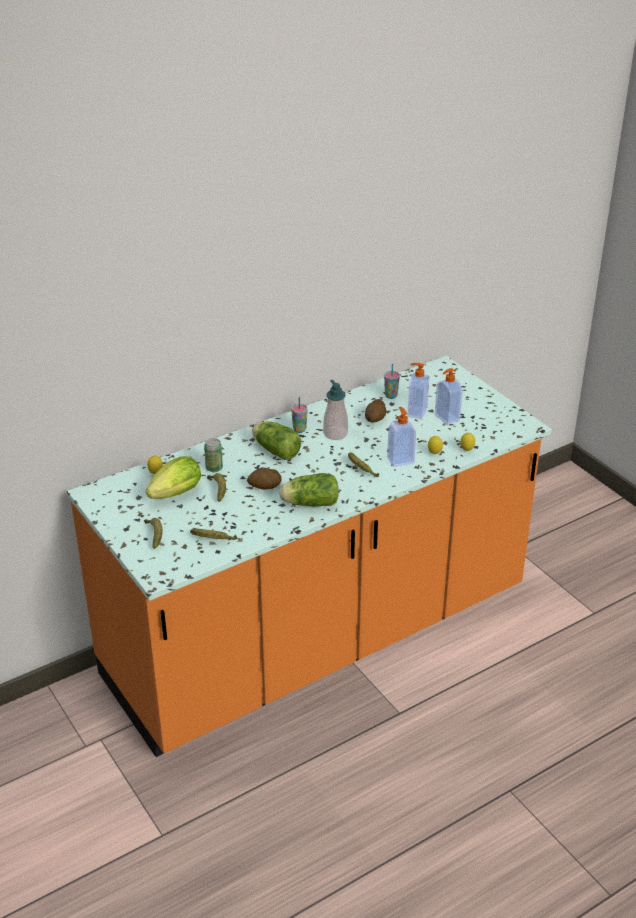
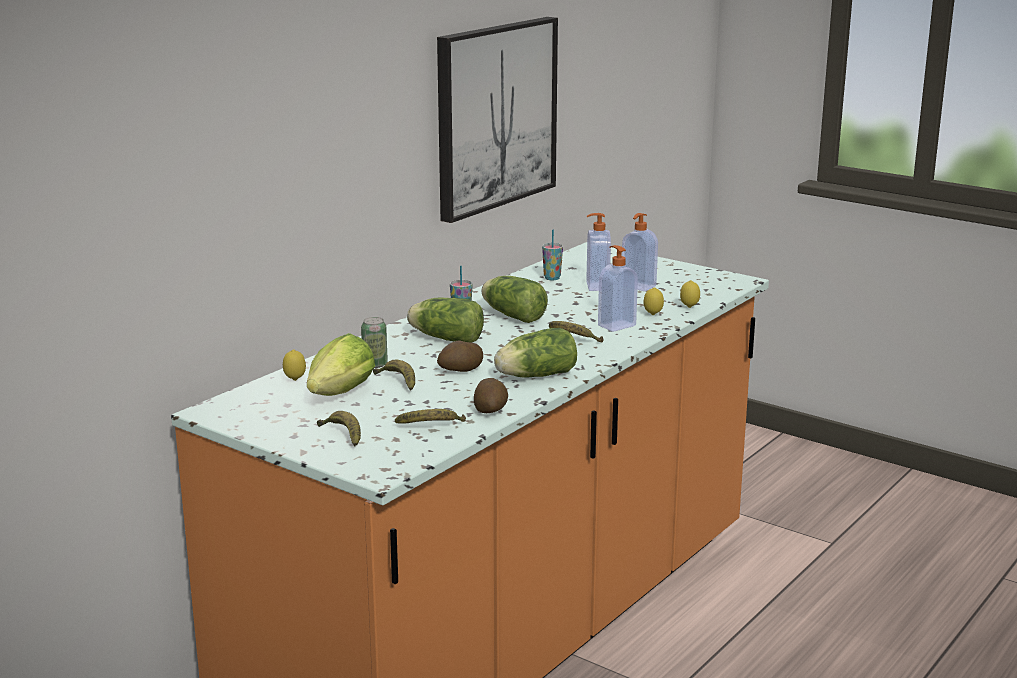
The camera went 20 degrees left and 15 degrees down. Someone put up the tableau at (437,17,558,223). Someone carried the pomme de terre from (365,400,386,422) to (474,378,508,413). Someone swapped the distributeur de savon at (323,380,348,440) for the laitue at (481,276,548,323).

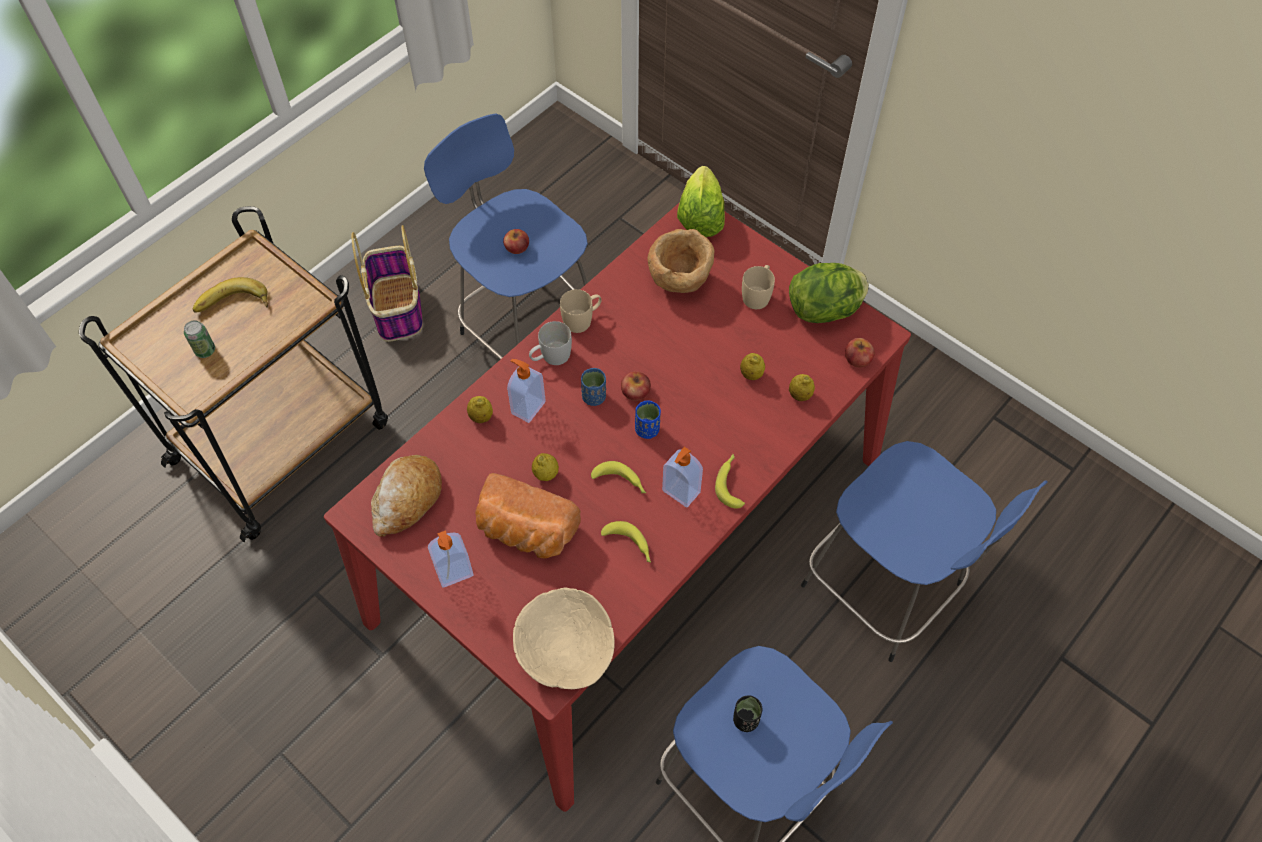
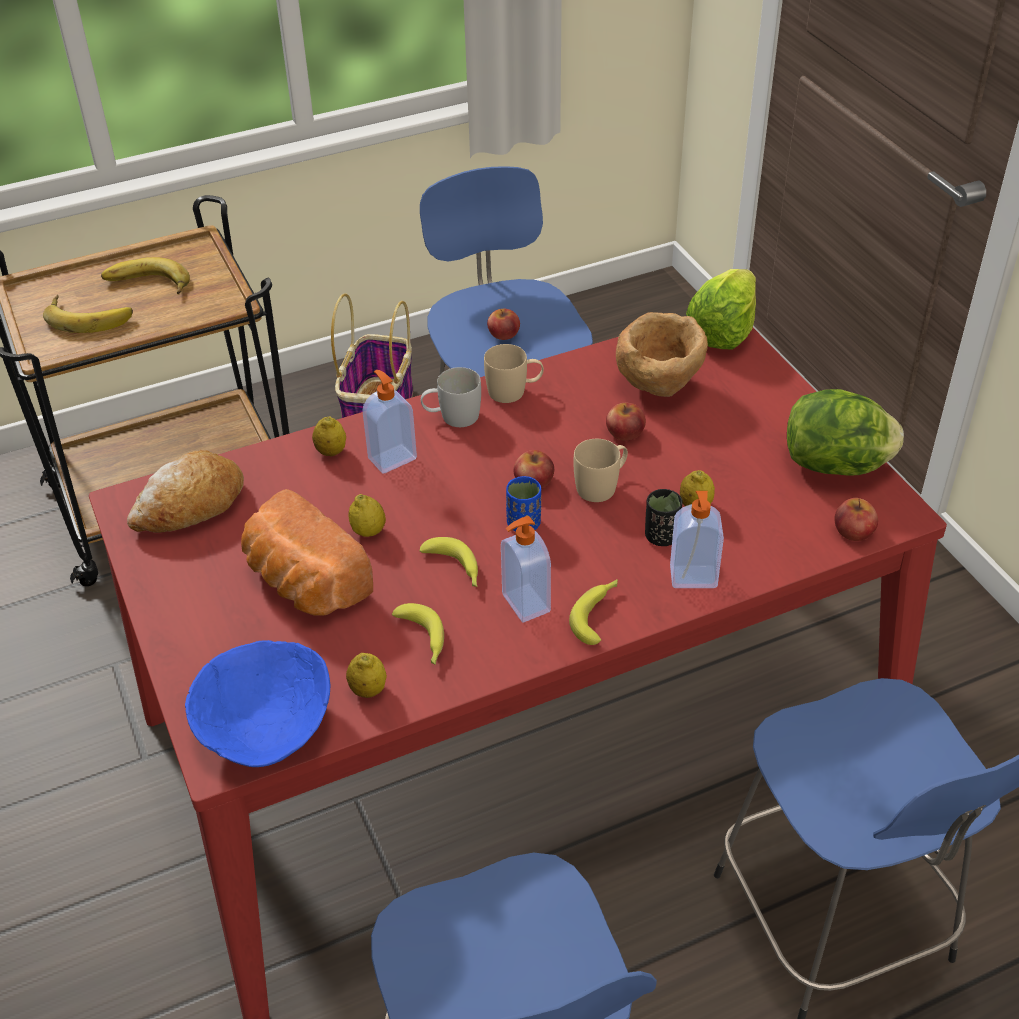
The camera went 25 degrees right and 15 degrees down. Someone took away the tasse/bleu at (581,368,606,406). Someone put down the pomme at (606,403,646,441). Someone carried the distributeur de savon from (428,530,474,588) to (670,491,724,588). Someone carried the tasse/noir from (733,695,762,732) to (645,489,683,546). Someone carried the mug/beige from (742,265,775,309) to (574,439,628,502). Someone carried the citron from (789,374,815,401) to (346,653,387,698). Someone swapped the boîte métallique at (184,320,215,358) for the banane at (43,294,133,333). Someone repainted the bol/beige at (513,587,615,689), which became the bol/bleu at (185,640,330,767).

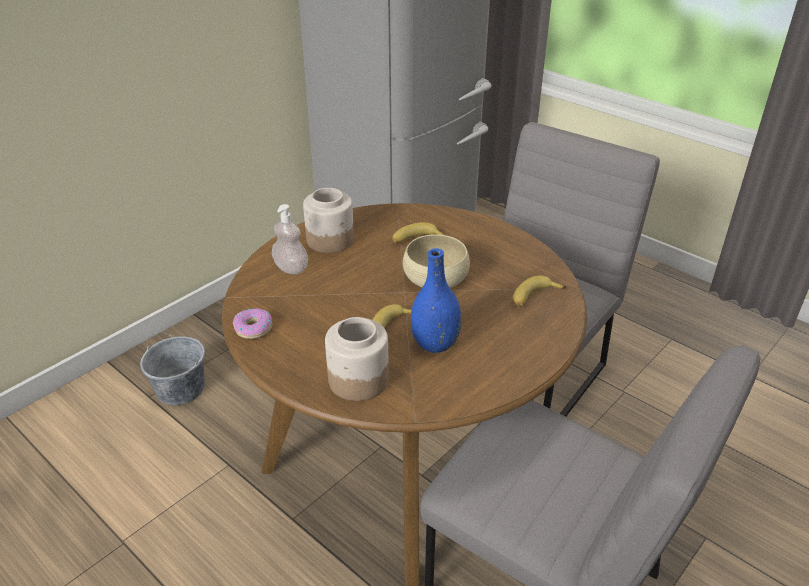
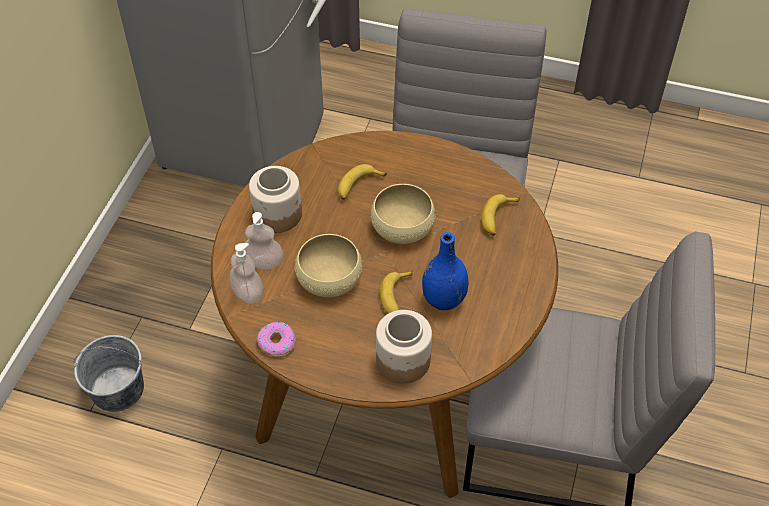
The camera went 25 degrees left and 15 degrees up. Someone put down the distributeur de savon at (230,243,263,304). Someone put down the bol/beige at (295,234,363,297).

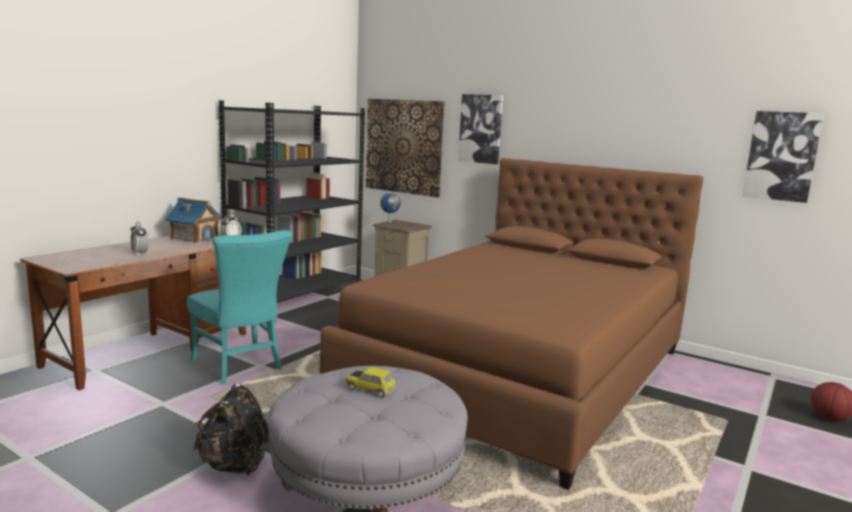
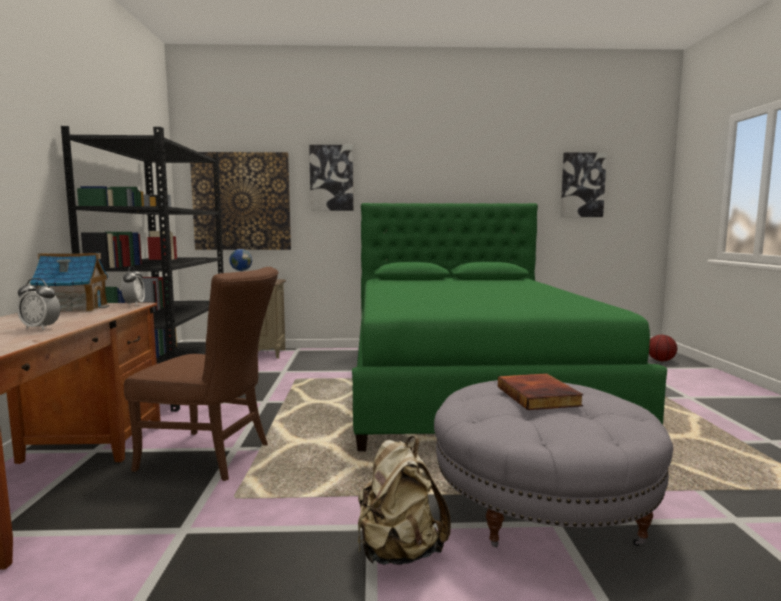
The camera went 35 degrees left and 5 degrees down. Someone swapped the petite voiture at (346,367,397,398) for the livre at (498,373,583,410). Someone repainted the chaise/turquoise at (187,230,292,384), which became the chaise/marron at (124,267,279,481). Someone repainted the sac à dos/noir at (193,384,269,475), which became the sac à dos/beige at (358,436,451,565). Someone repainted the lit/marron at (320,158,703,490), which became the lit/vert at (352,203,667,451).

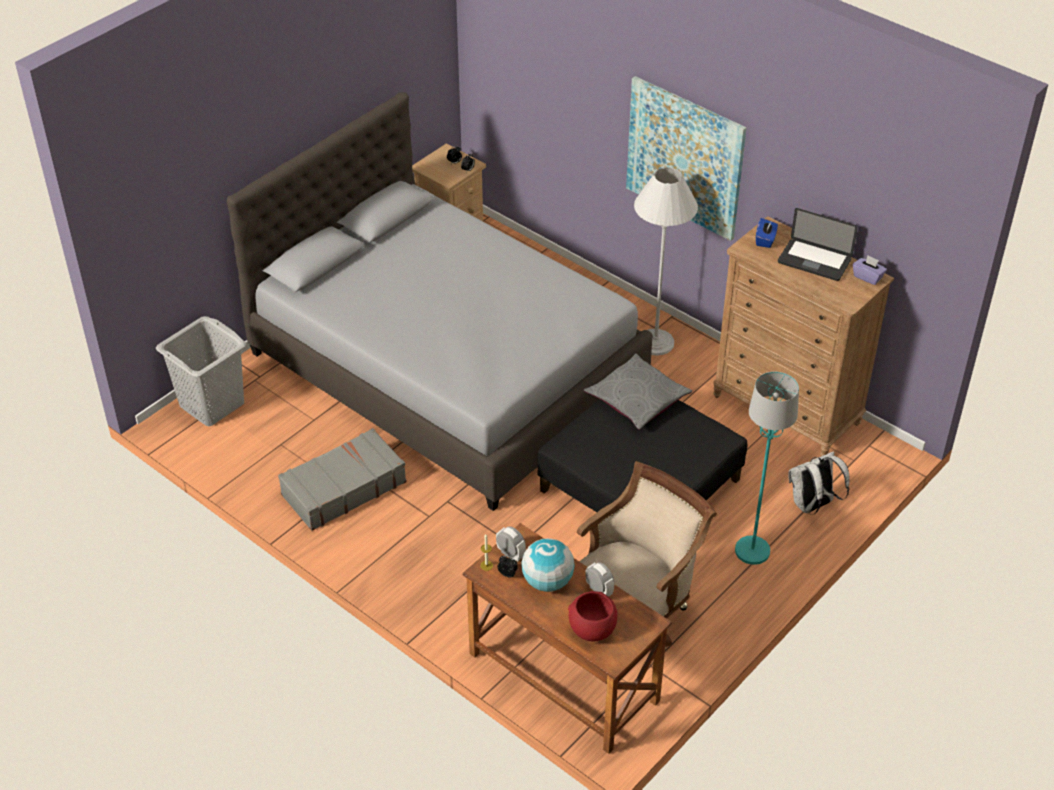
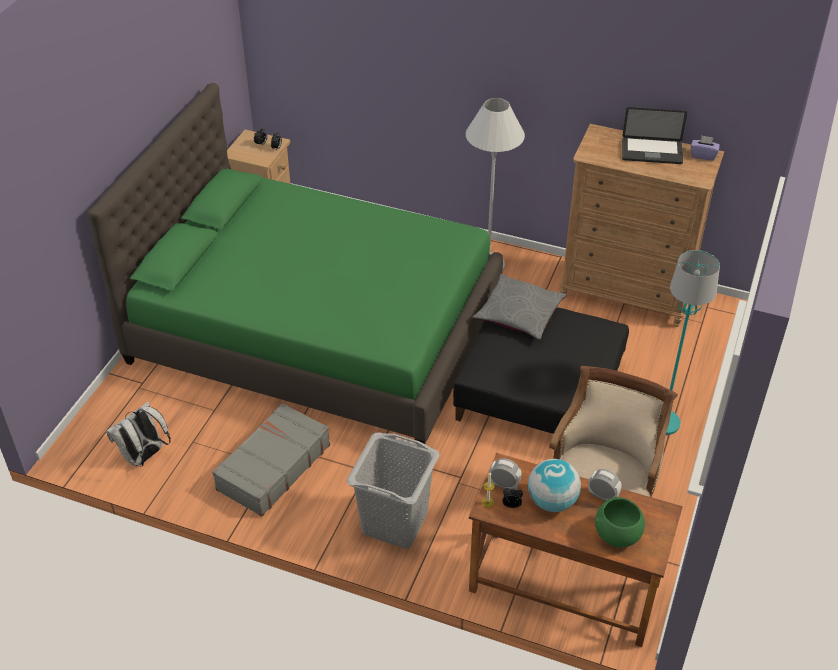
The camera went 20 degrees left and 0 degrees up. Someone took away the tableau at (626,76,747,241). Someone took away the boîte à mouchoirs/bleu at (756,218,778,248). Someone carried the panier à linge/gris from (156,316,246,426) to (347,432,439,548). Someone carried the sac à dos/blanc from (788,451,850,515) to (106,402,171,467). Someone repainted the lit/gris at (227,92,653,511), which became the lit/vert at (87,83,503,444). Someone repainted the bol/rouge at (568,591,617,642), which became the bol/vert at (595,497,645,548).

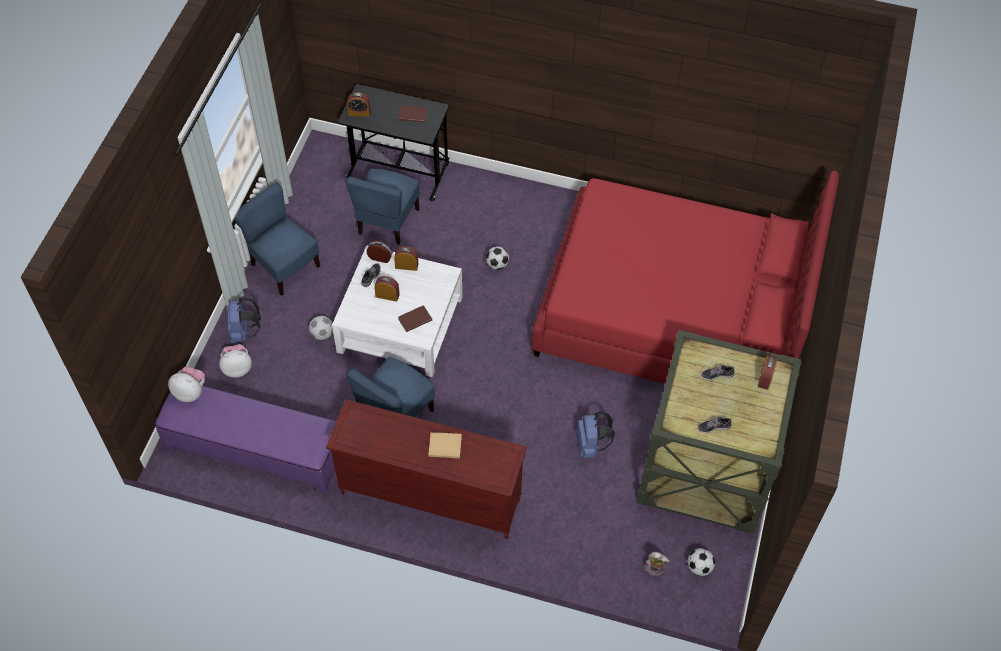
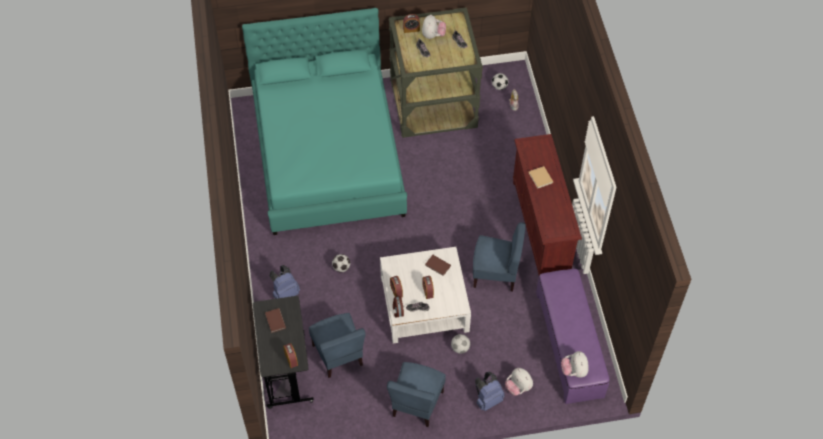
The camera went 115 degrees left and 0 degrees up. Someone put down the peluche at (422,14,446,39). Someone carried the sac à dos/bleu from (576,411,615,458) to (270,265,300,299). Someone repainted the lit/rouge at (531,171,839,384), which became the lit/turquoise at (242,8,407,235). Someone rotated the chaise/bleu at (346,169,420,245) by 75 degrees clockwise.

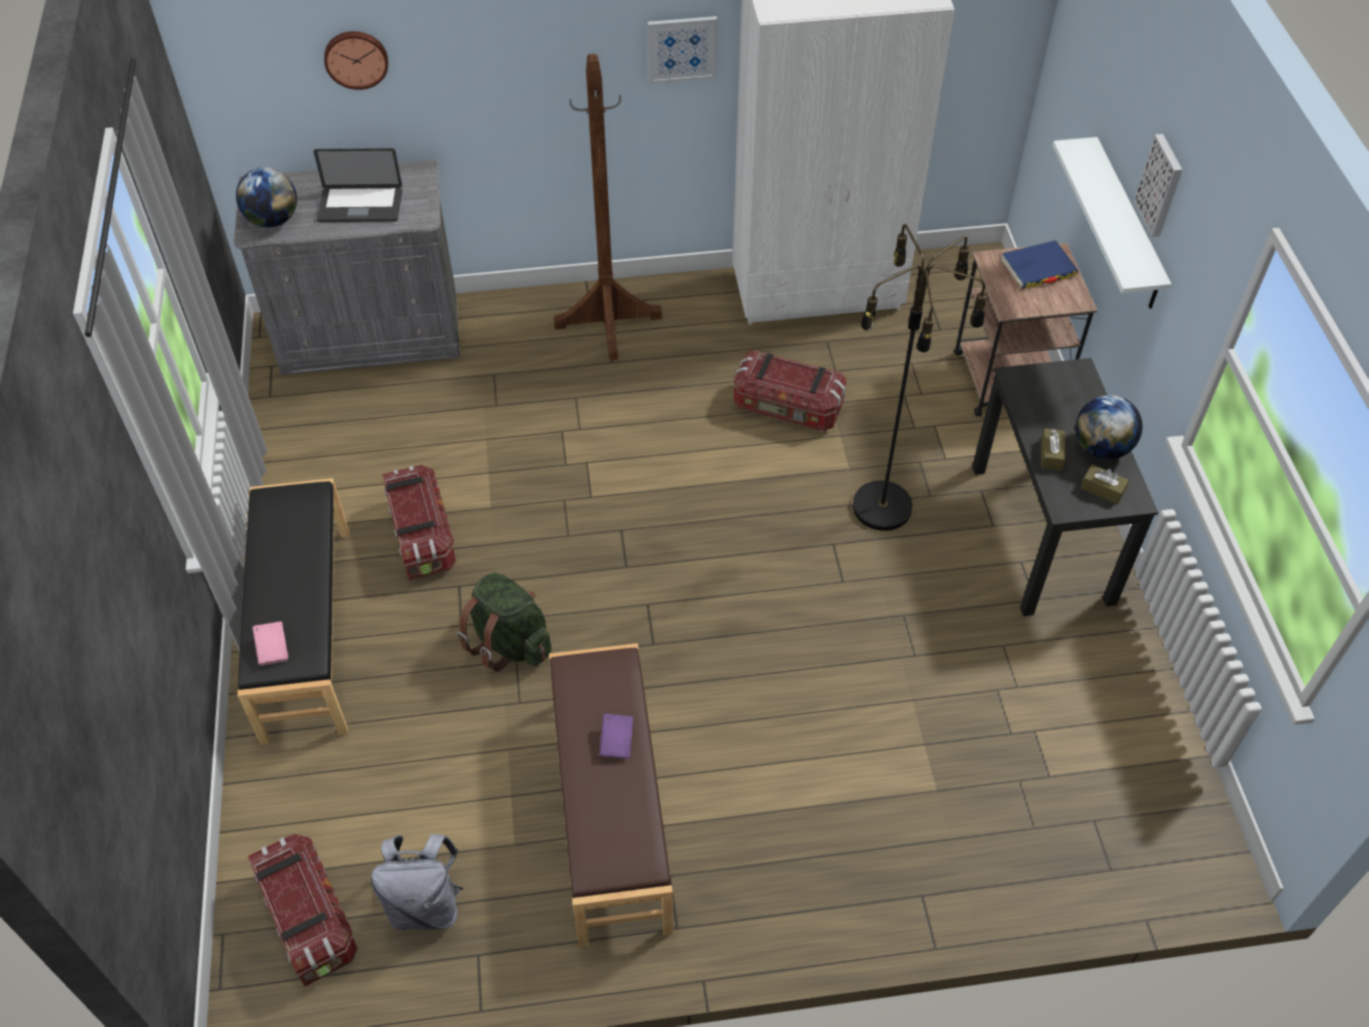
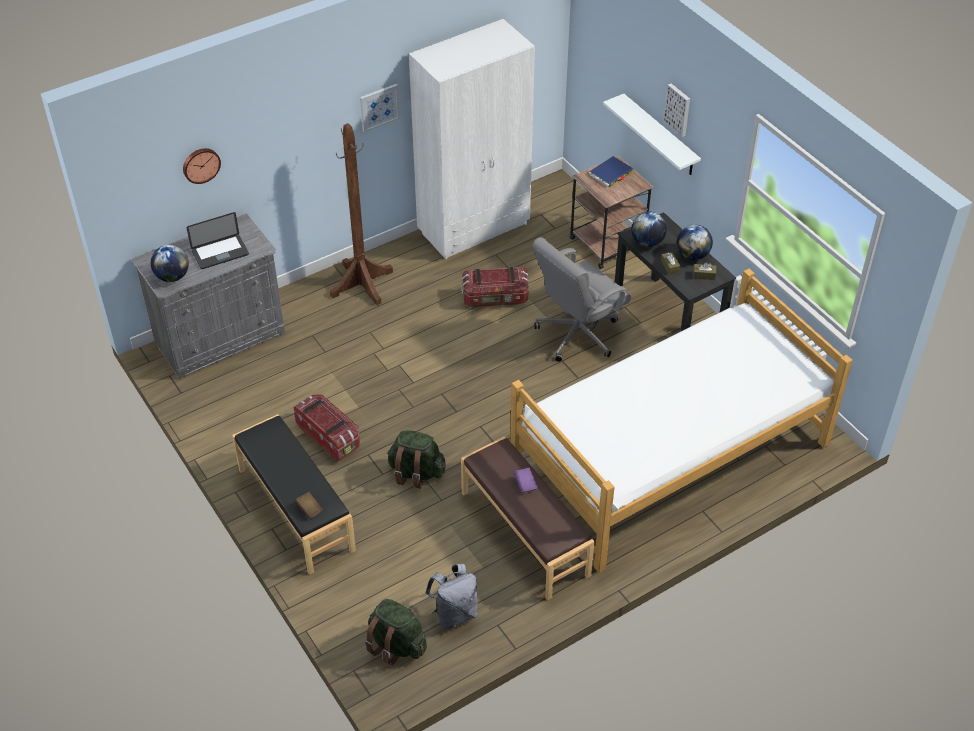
The camera went 25 degrees left and 5 degrees down. Someone put down the lit at (510,269,853,573). Someone put down the globe at (631,212,667,247). Someone swapped the boîte de rangement at (248,834,358,986) for the sac à dos/vert at (365,599,427,665). Someone swapped the lampadaire at (853,224,987,531) for the chaise de bureau/gris at (533,237,631,362). Someone repainted the livre/rose at (252,621,288,665), which became the livre/marron at (295,492,323,519).

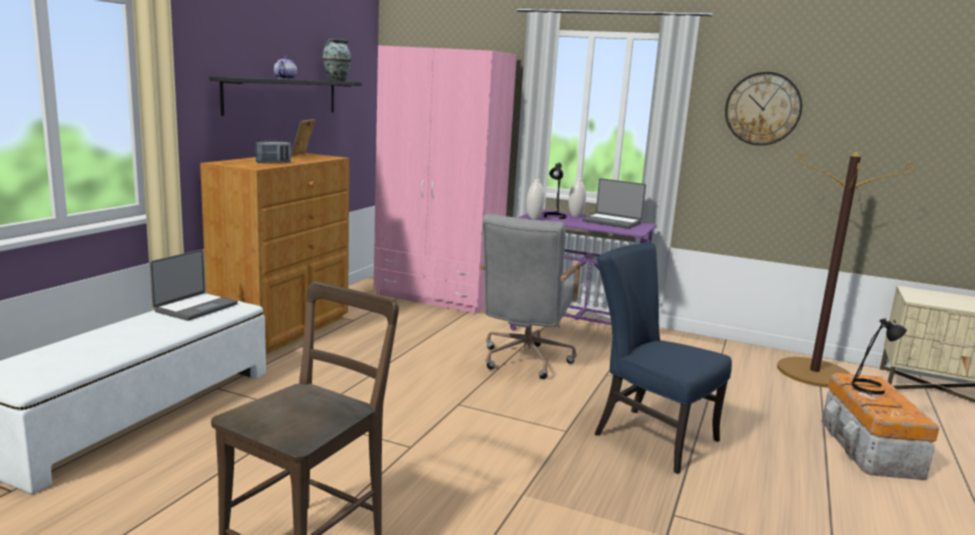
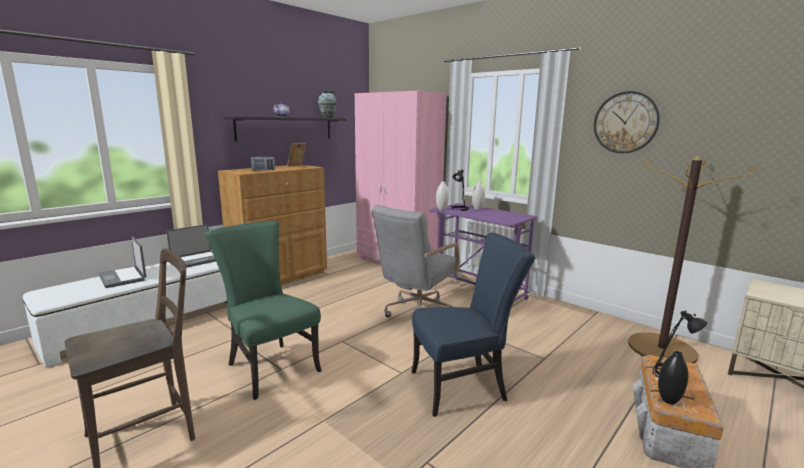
The camera went 20 degrees right and 0 degrees up. Someone put down the chaise/vert at (205,221,321,400). Someone put down the vase/noir at (658,351,689,404). Someone carried the ordinateur portable from (582,178,646,229) to (98,236,146,288). Someone rotated the chaise/bleu at (595,243,732,474) by 105 degrees clockwise.

